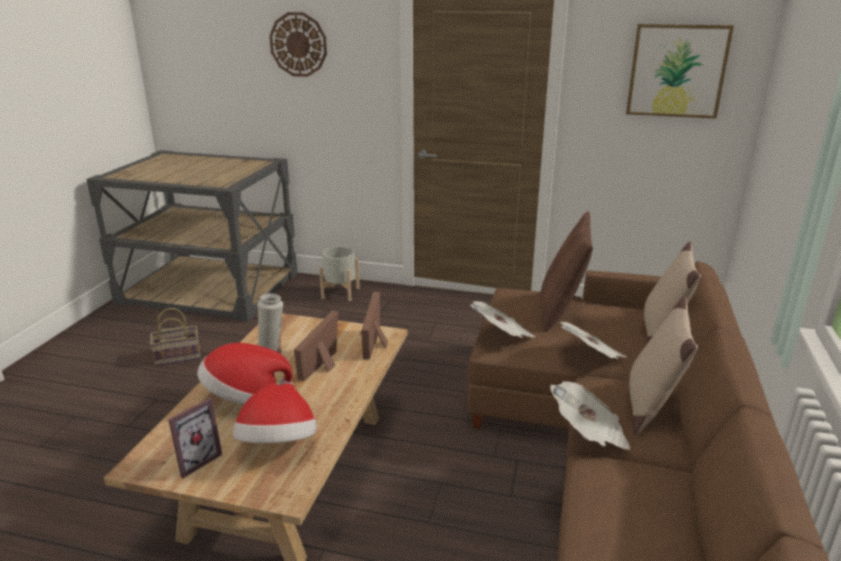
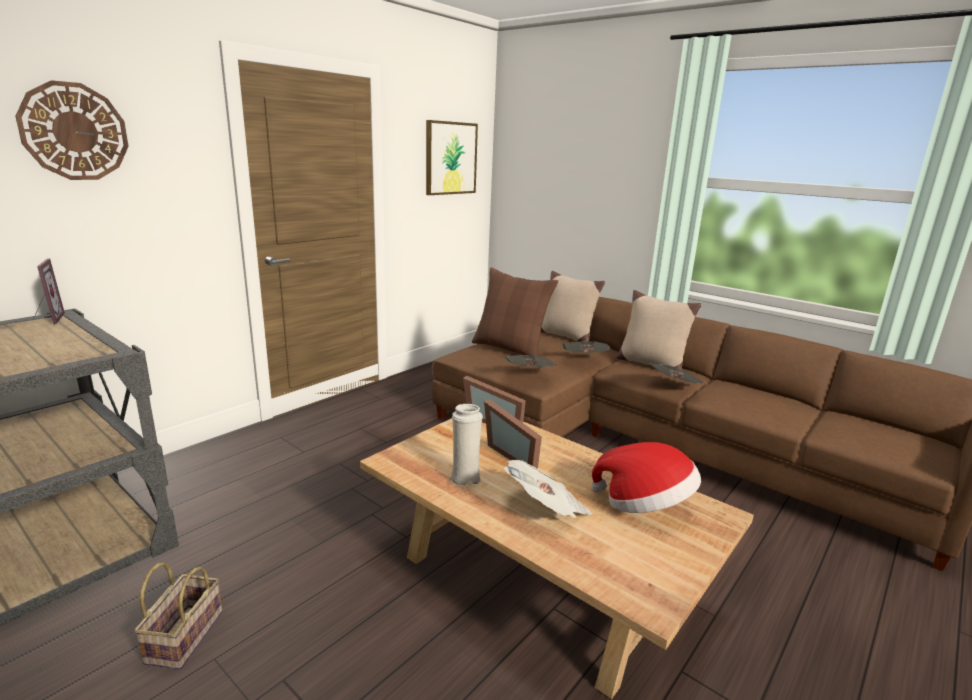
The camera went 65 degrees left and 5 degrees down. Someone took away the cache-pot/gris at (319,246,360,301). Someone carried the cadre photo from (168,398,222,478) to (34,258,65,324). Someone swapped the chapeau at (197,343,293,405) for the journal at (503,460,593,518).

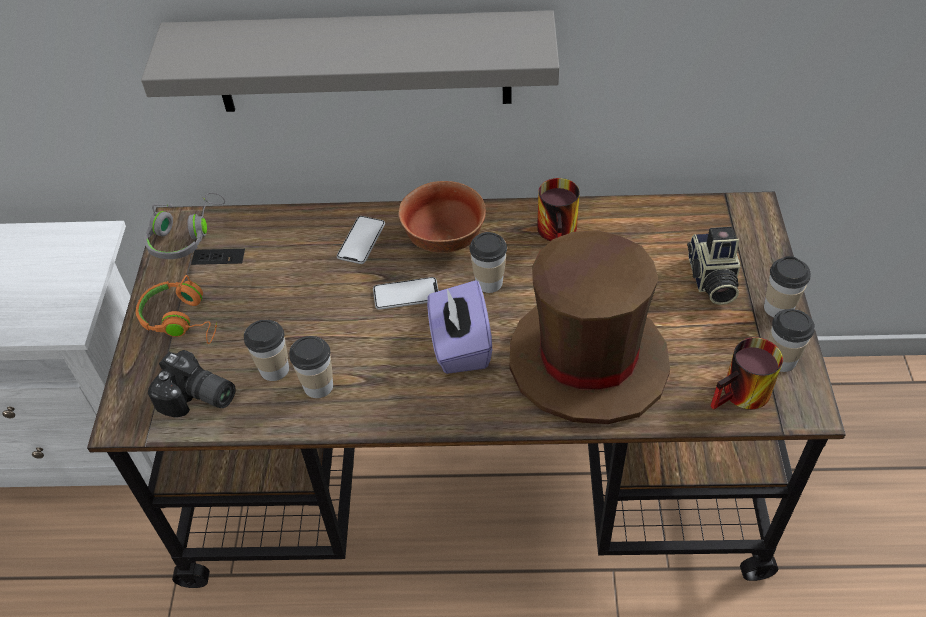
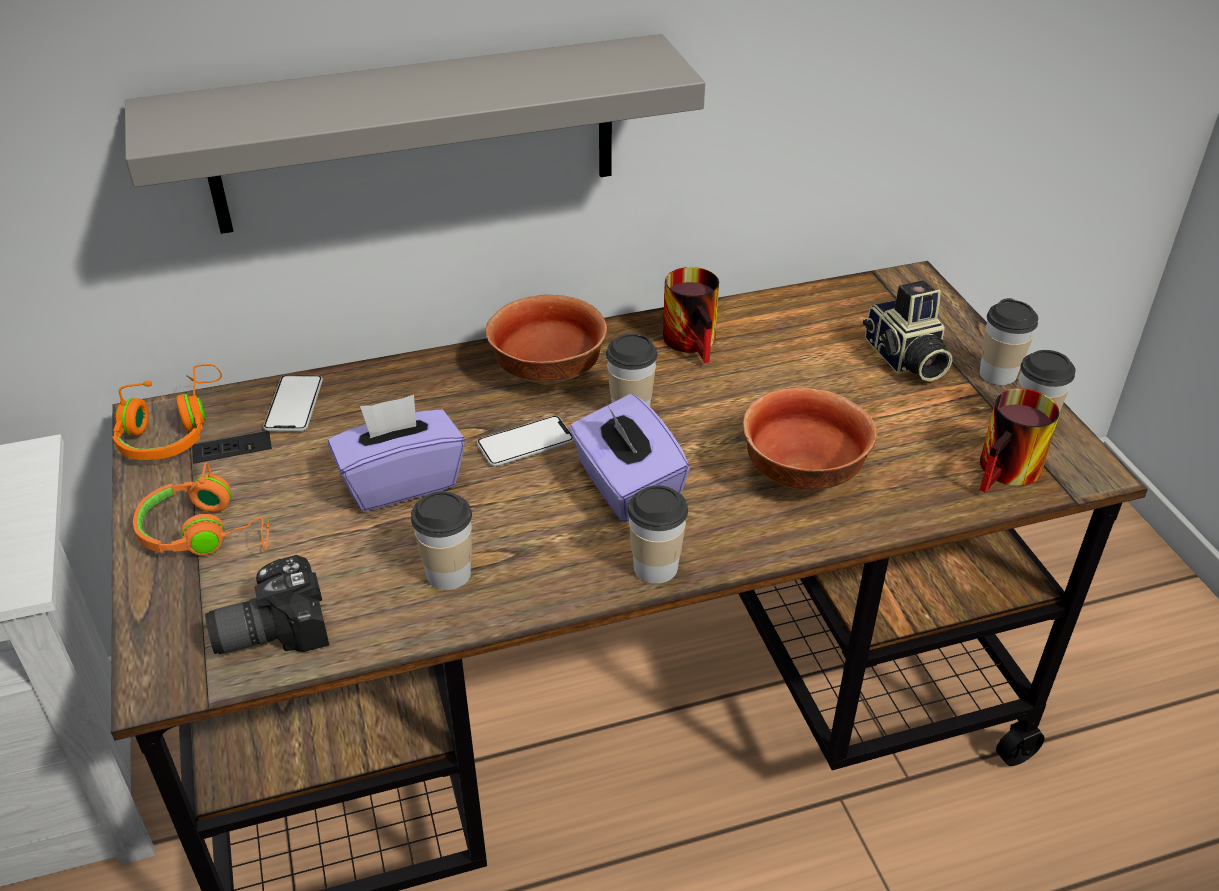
The camera went 20 degrees left and 10 degrees down. Someone put down the boîte à mouchoirs/violet at (328,395,465,511). Someone carried the tasse from (244,320,289,381) to (628,485,688,584). Someone carried the téléphone from (337,216,385,264) to (263,375,323,431). Someone swapped the chapeau/marron at (510,230,670,424) for the bol at (743,388,877,490). Someone repainted the casque audio/gris at (144,193,225,259), which became the casque audio/orange at (112,364,222,460). Someone rotated the appareil photo at (148,350,236,417) by 150 degrees clockwise.

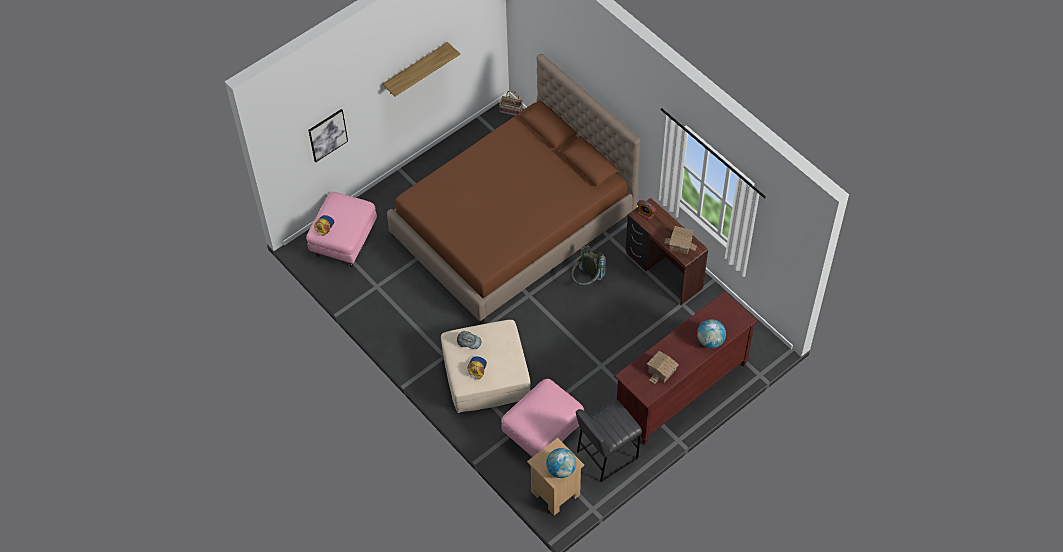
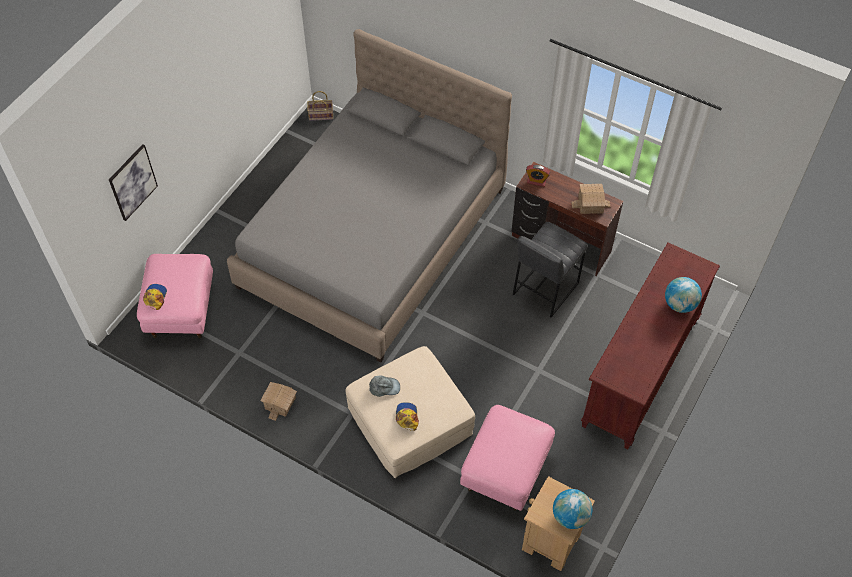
The camera went 20 degrees left and 0 degrees up. Someone took away the étagère at (382,42,460,96). Someone took away the sac à dos/gris at (571,244,606,285). Someone carried the tabouret/gris from (576,400,642,482) to (513,222,587,317). Someone carried the maison miniature from (647,351,679,384) to (260,382,297,421). Someone repainted the lit/marron at (387,54,640,325), which became the lit/gris at (227,29,512,362).

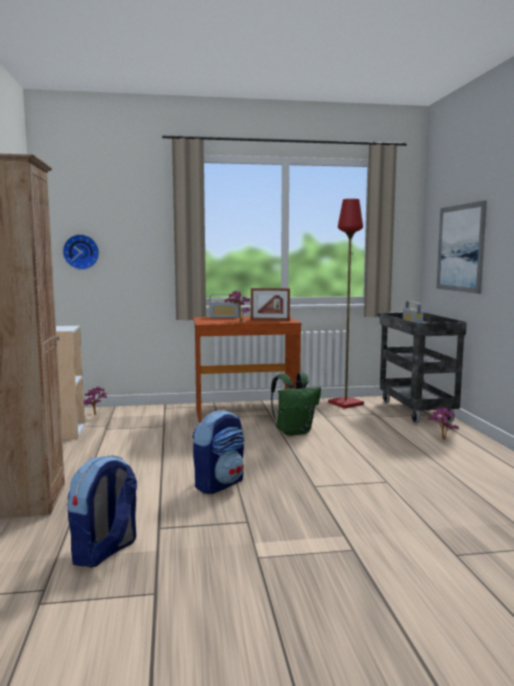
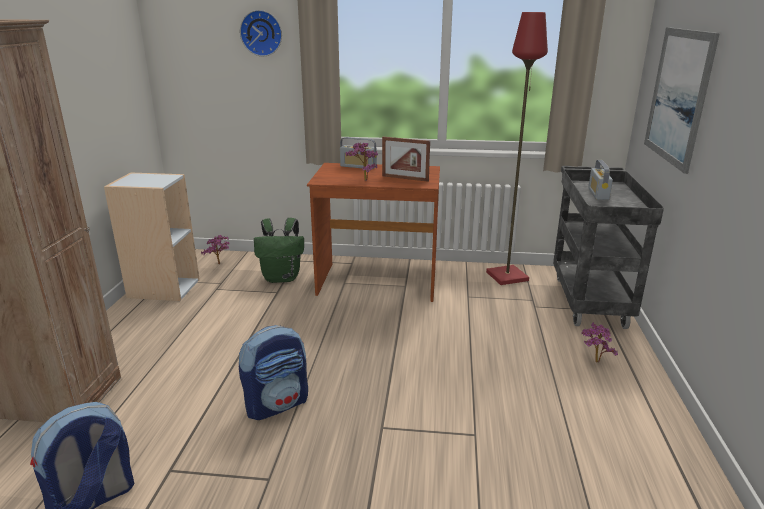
The camera went 15 degrees right and 15 degrees up. Someone carried the horloge murale from (63,234,99,270) to (240,10,282,56). Someone carried the sac à dos/vert from (271,372,321,436) to (254,218,304,283).

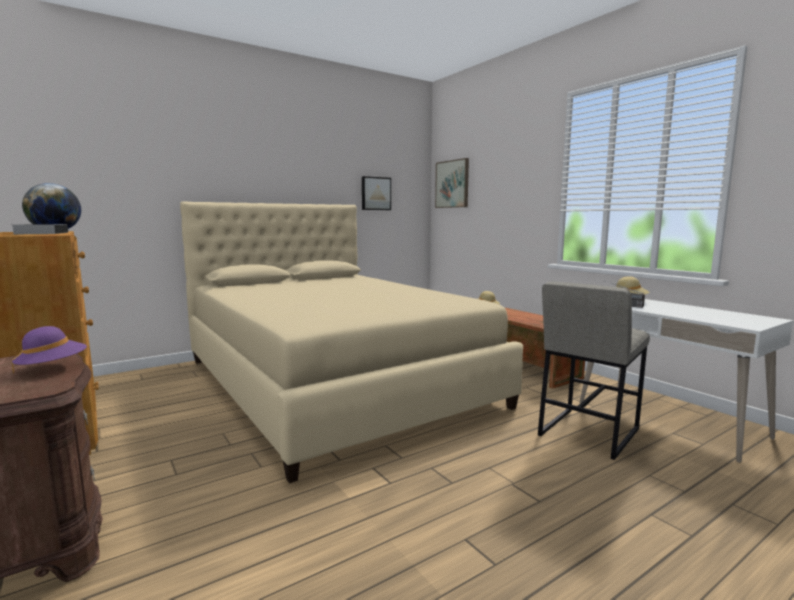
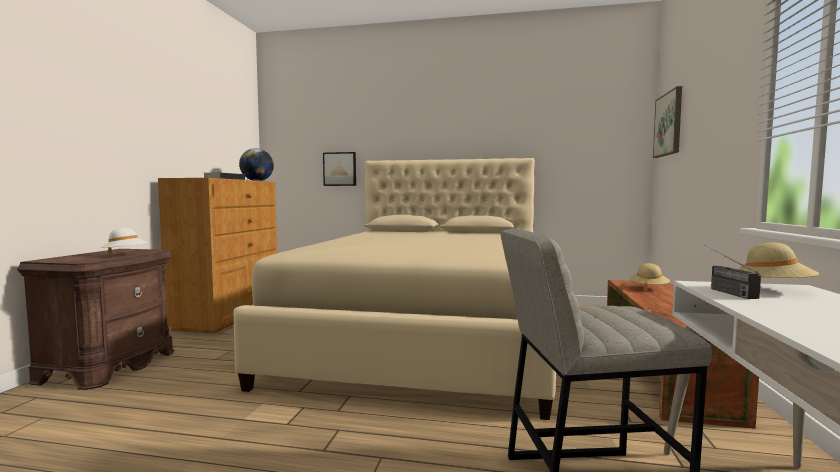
The camera went 45 degrees right and 5 degrees down. Someone carried the tableau from (362,176,391,210) to (323,152,356,186). Someone repainted the chapeau/violet at (12,326,87,374), which became the chapeau/blanc at (101,228,149,255).

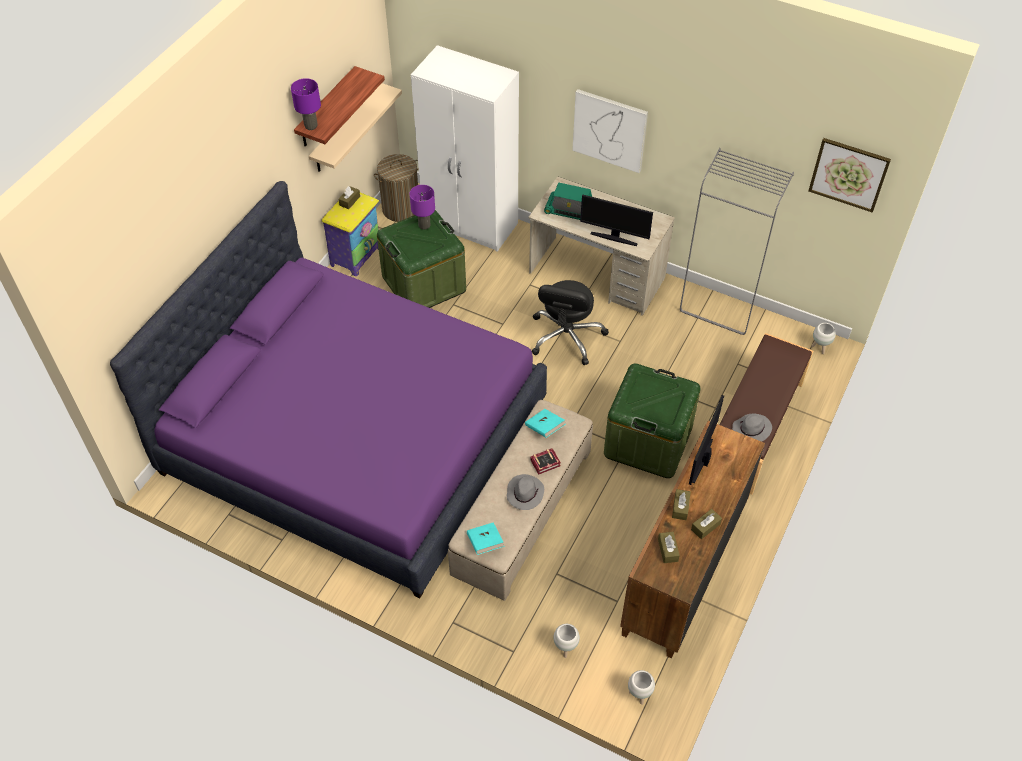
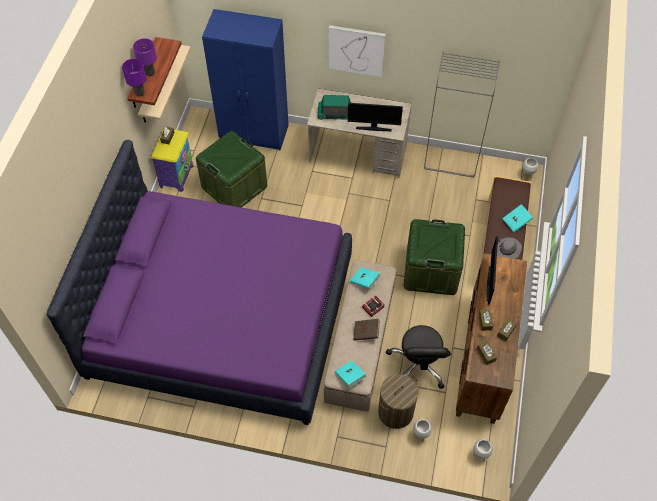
The camera went 15 degrees left and 5 degrees up. Someone took away the tableau at (808,138,891,213). Someone put down the livre/turquoise at (503,204,533,232). Someone carried the panier à linge from (374,154,419,222) to (378,374,418,429). Someone carried the lampe de table/violet from (410,185,435,230) to (133,38,157,76). Someone carried the chaise de bureau/noir from (532,280,609,365) to (386,325,451,389). Someone swapped the chapeau/gris at (507,474,544,510) for the livre/marron at (353,319,380,341). Someone repainted the armoire/blanc at (411,45,519,252), which became the armoire/bleu at (202,9,289,151).

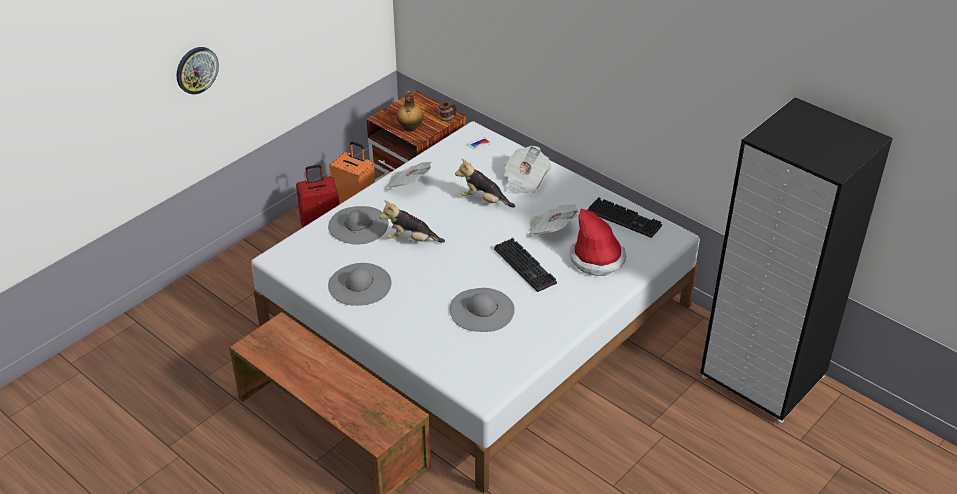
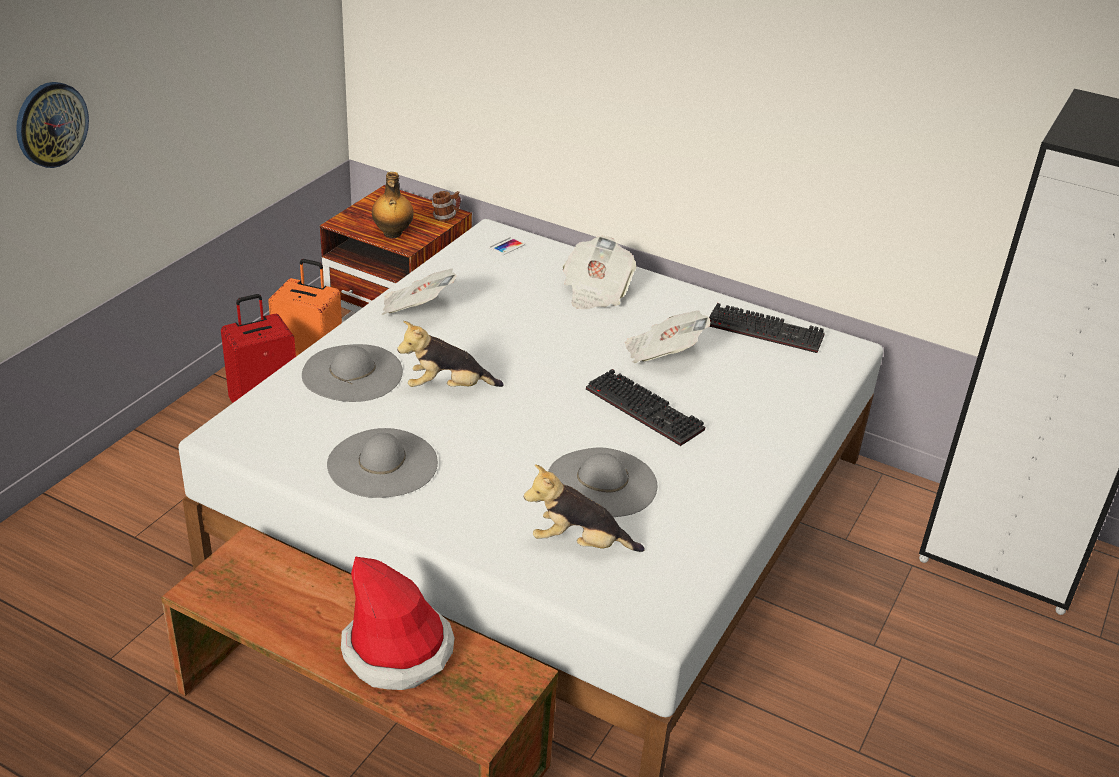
The camera went 15 degrees left and 5 degrees down. Someone carried the peluche from (455,158,515,208) to (524,464,644,552). Someone carried the chapeau from (569,209,626,276) to (341,557,455,690).

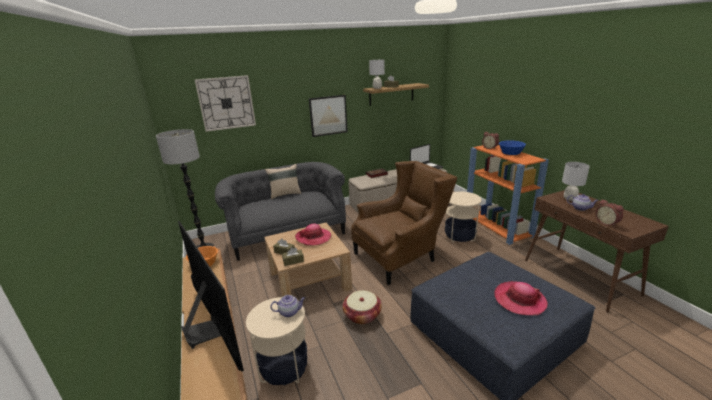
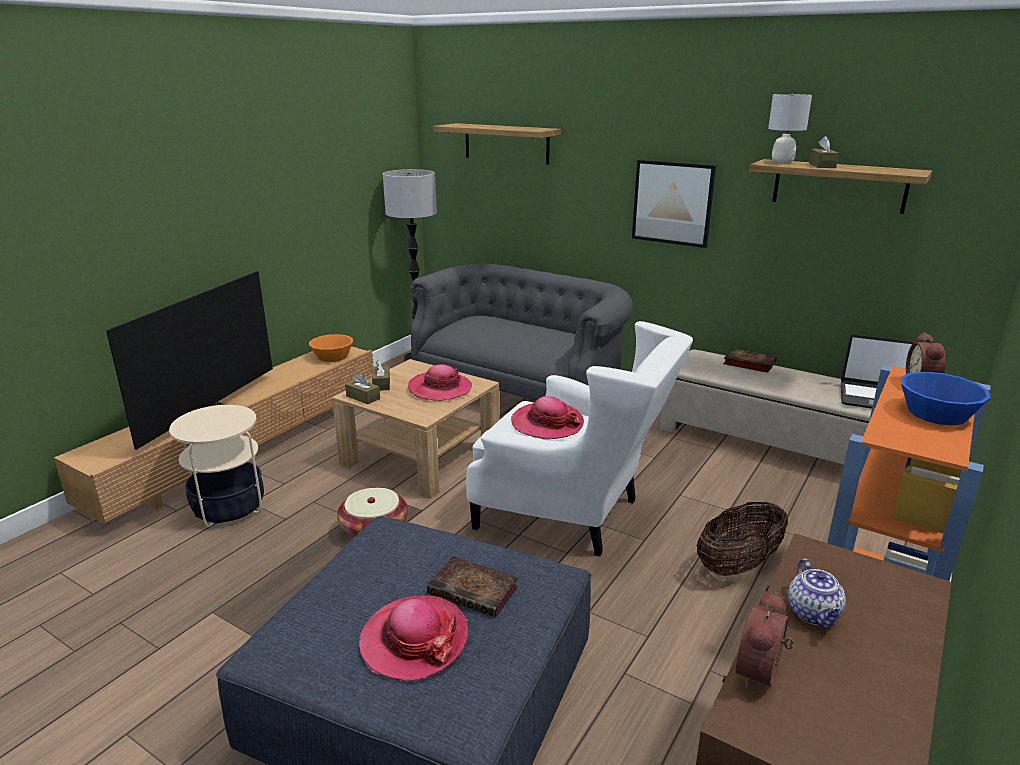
The camera went 55 degrees right and 0 degrees up. Someone took away the coussin/beige at (265,164,301,199). Someone took away the théière at (270,295,305,317). Someone took away the lampe de table/gris at (562,162,590,201). Someone put down the livre at (427,556,518,617). Someone put down the chapeau at (511,396,584,439). Someone swapped the horloge murale at (194,75,256,132) for the étagère at (433,123,561,165). Someone swapped the table d'appoint/beige at (445,192,482,242) for the panier at (697,501,788,576). Someone repainted the fauteuil/marron at (351,161,457,285), which became the fauteuil/blanc at (466,321,693,557).

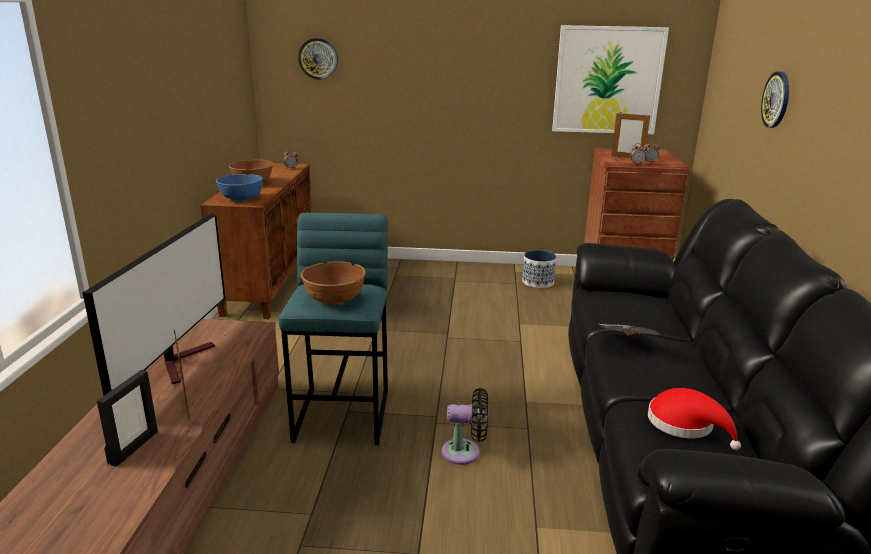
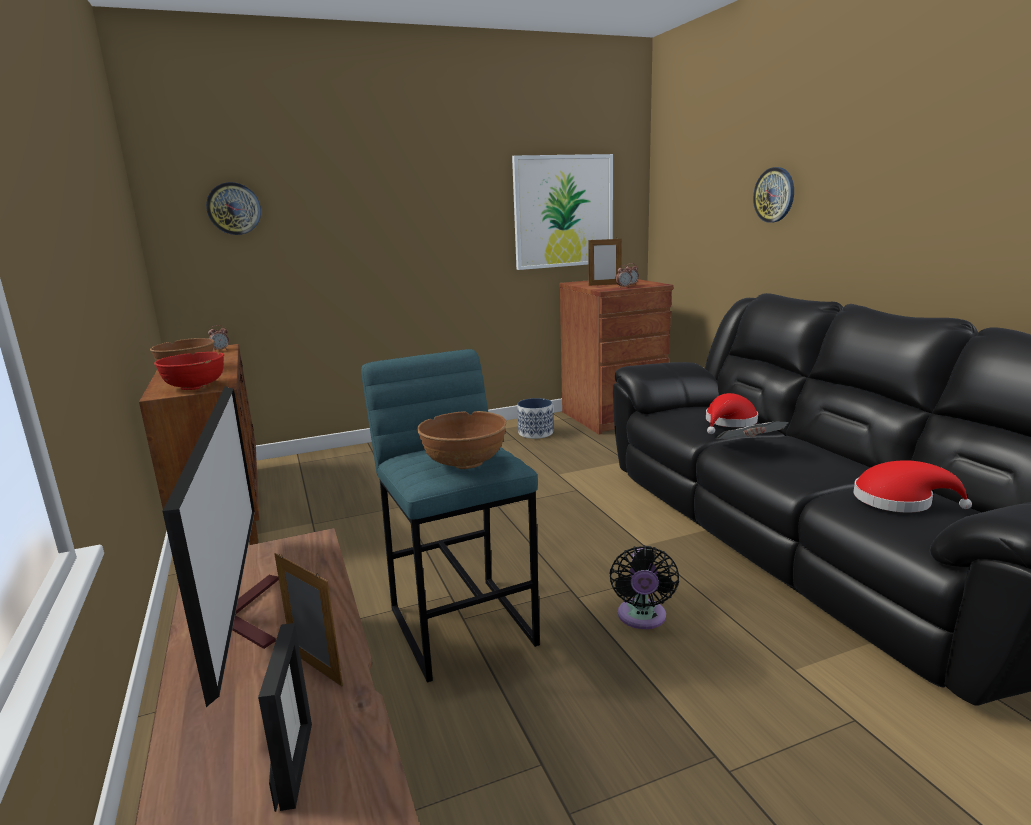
The camera went 25 degrees left and 5 degrees down. Someone put down the chapeau/rouge at (706,393,758,434). Someone repainted the bol/bleu at (216,174,263,202), which became the bol/rouge at (154,352,224,390). Someone rotated the ventilateur/noir at (441,388,488,465) by 120 degrees clockwise.

